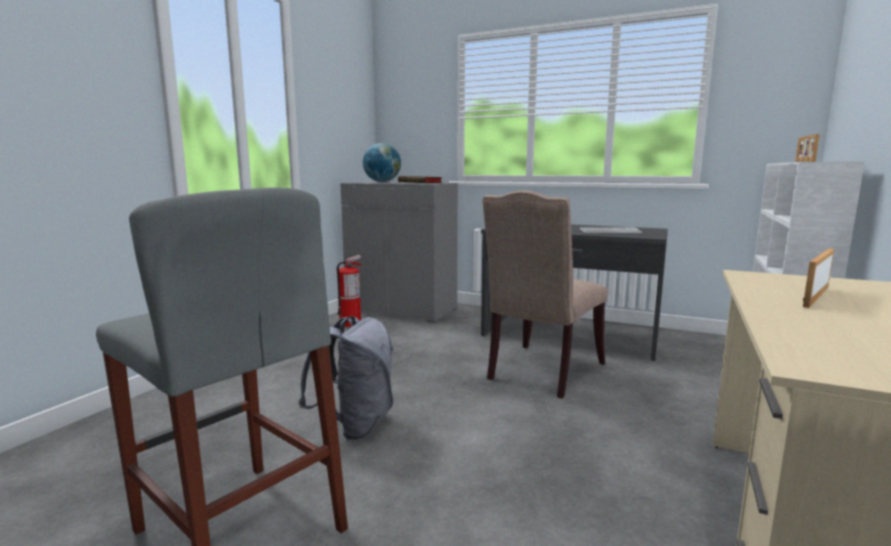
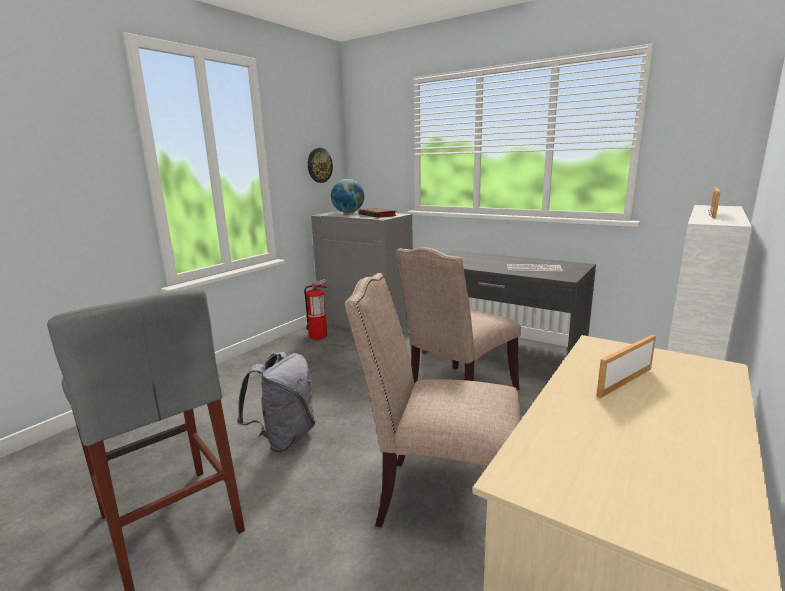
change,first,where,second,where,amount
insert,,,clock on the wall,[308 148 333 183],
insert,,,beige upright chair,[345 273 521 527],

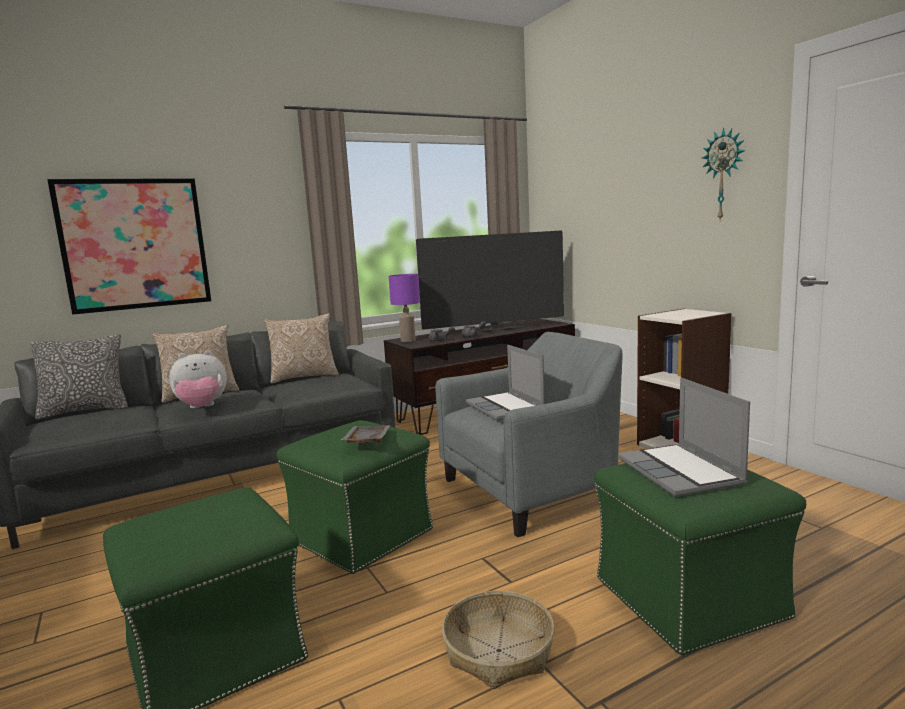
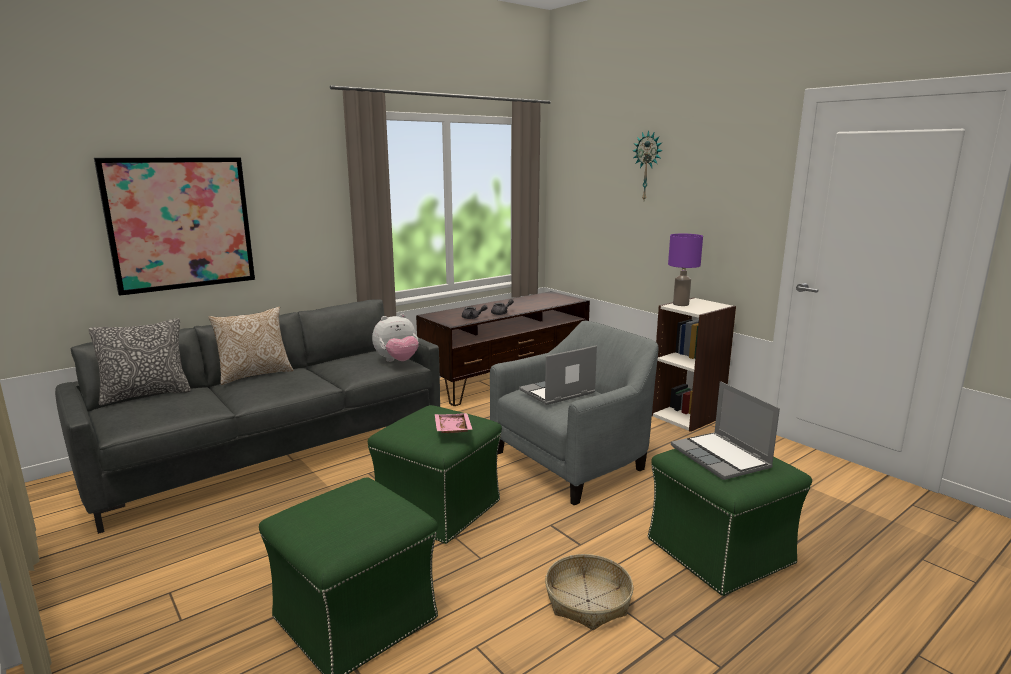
change,first,where,second,where,amount
delete,pillow,[264 313 339 383],,,
delete,TV,[416 230 564 332],,,
move,cuddly toy,[169 350 227 408],,[372 314 419 362],
move,purple-coloured table lamp,[389 274 420 342],,[668 234 703 306],
move,clock on the wall,[702 128 745 221],,[633 130 663 200],
recolor,gray tray,[341 425 390 443],pink-coloured tray,[435 413 473 433],
rotate,notebook computer,[466 345 545 421],,[519 346 597 405],90 degrees clockwise

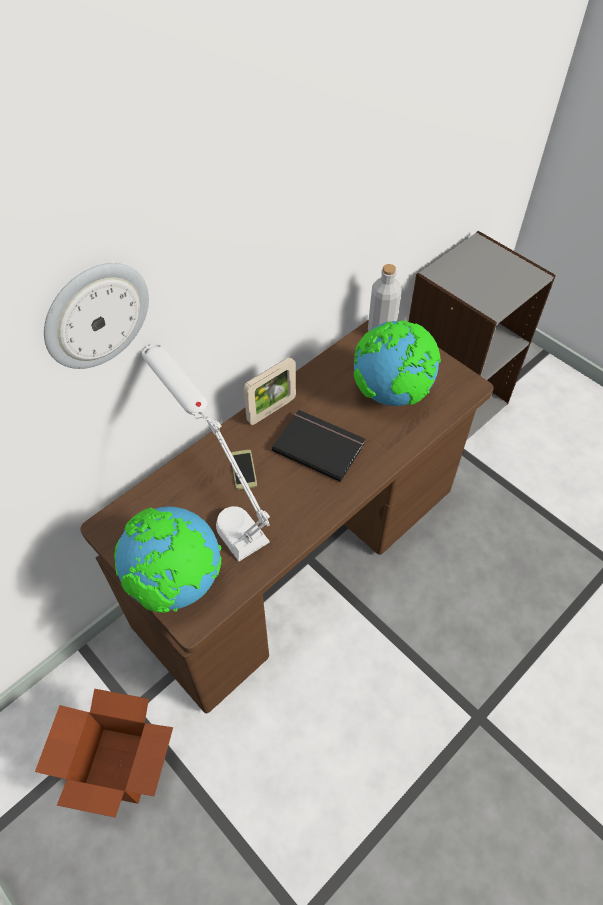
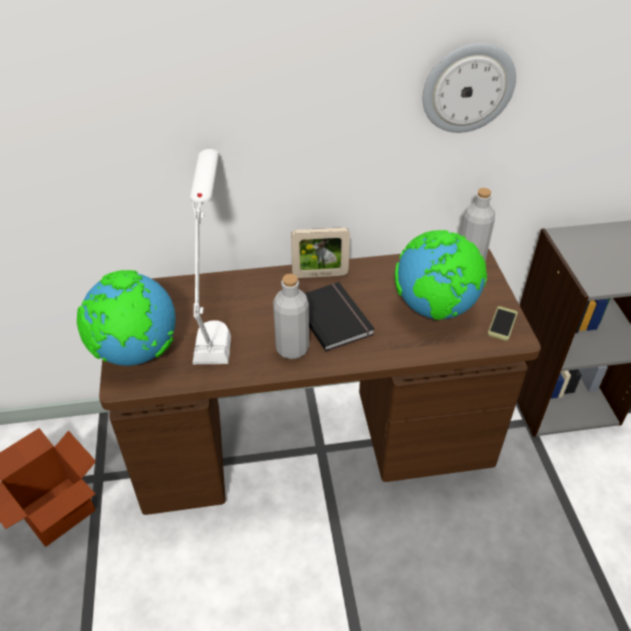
change,first,where,second,where,amount
insert,,,gray bottle,[273 274 309 359],
move,clock on the wall,[44 263 149 369],,[423 43 516 133],
move,handset,[231 450 257 490],,[488 306 518 341],

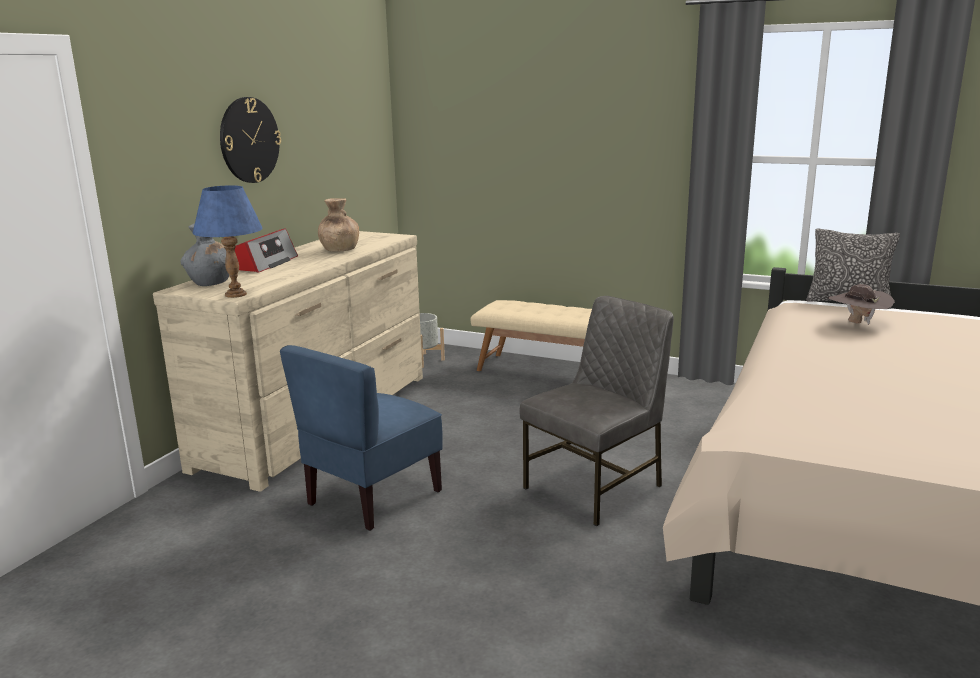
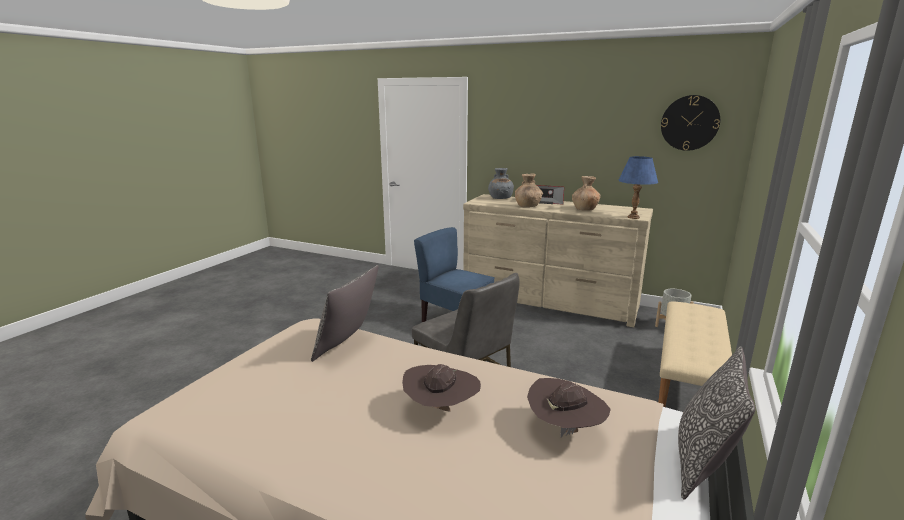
change,first,where,second,where,amount
insert,,,pillow,[311 265 378 362],
insert,,,brown-coloured hat,[402 364 481 411],
insert,,,brown-coloured decorative vase,[515 174 543 208],
move,blue-coloured table lamp,[193 185 263 298],,[618 156 658 219],
move,clock on the wall,[220 97 281 183],,[661 95 720 151],

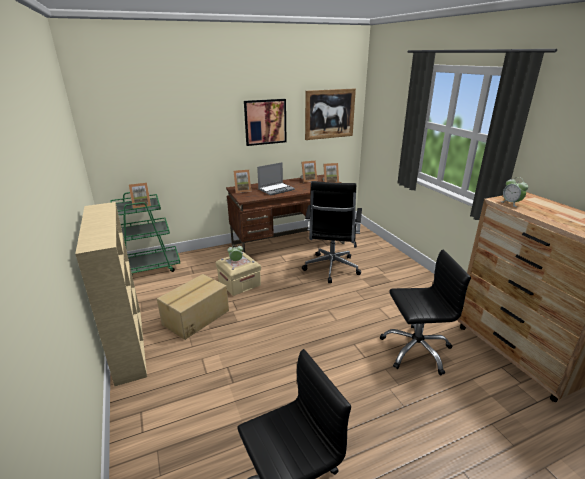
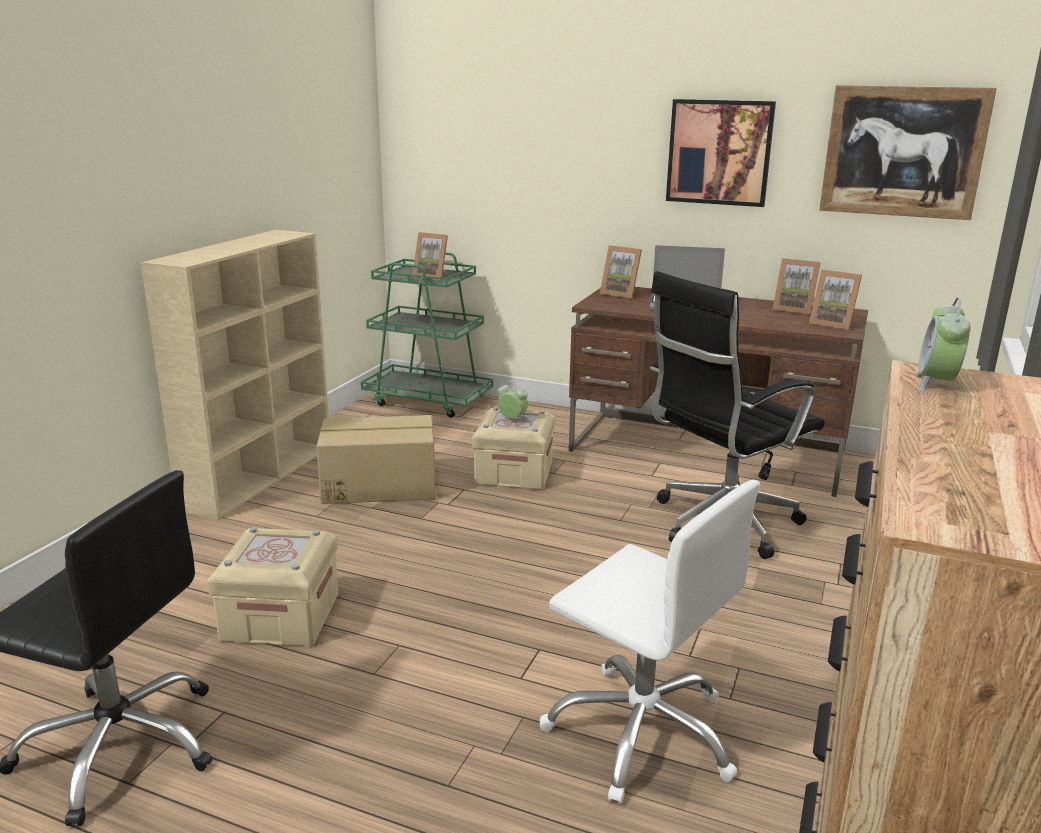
change,first,where,second,where,amount
insert,,,beige storage bin,[207 527 338 646],
recolor,blackish desk chair,[380 250 471 375],white desk chair,[540 480 760 804],

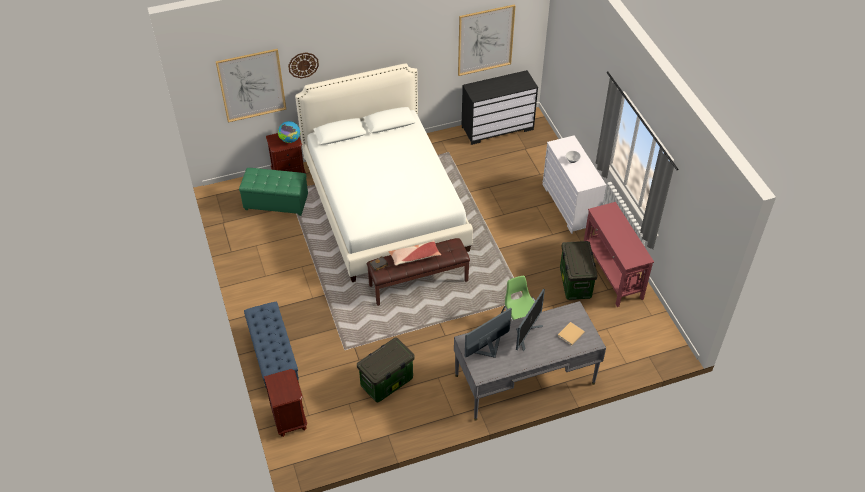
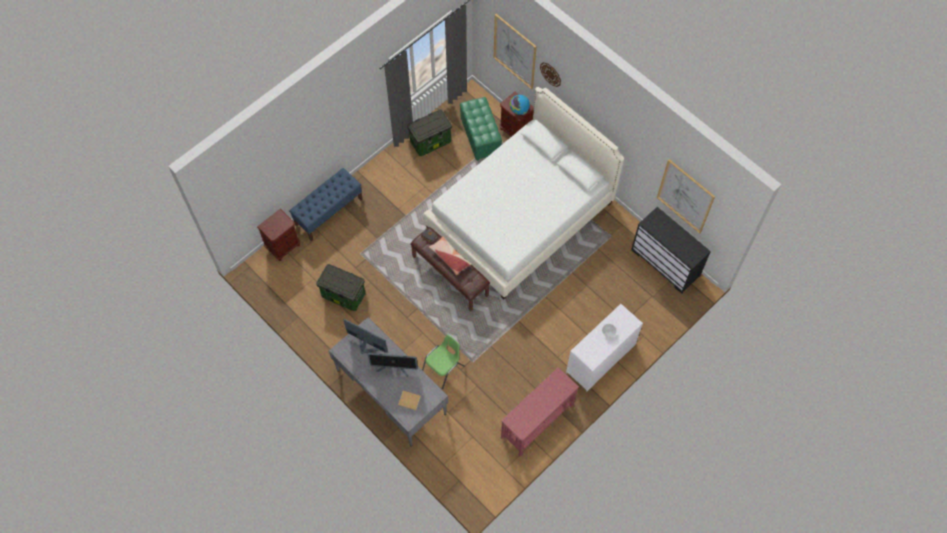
change,first,where,second,where,amount
move,storage bin,[560 241 598 300],,[407 109 452 156],

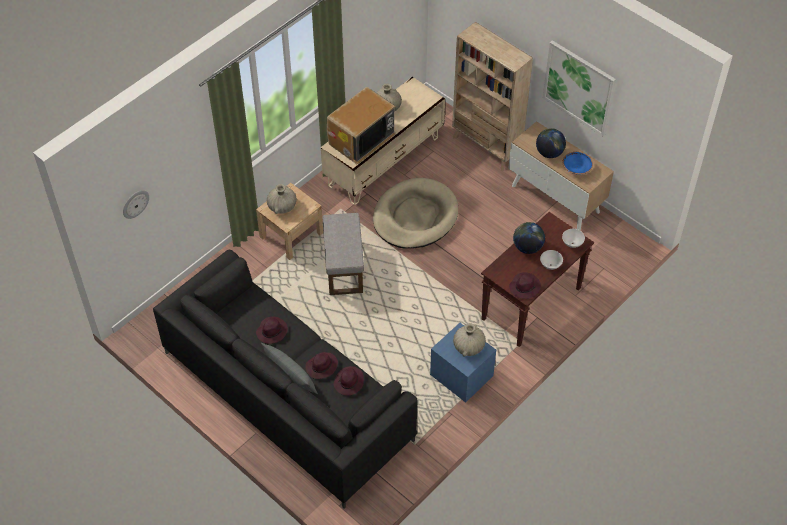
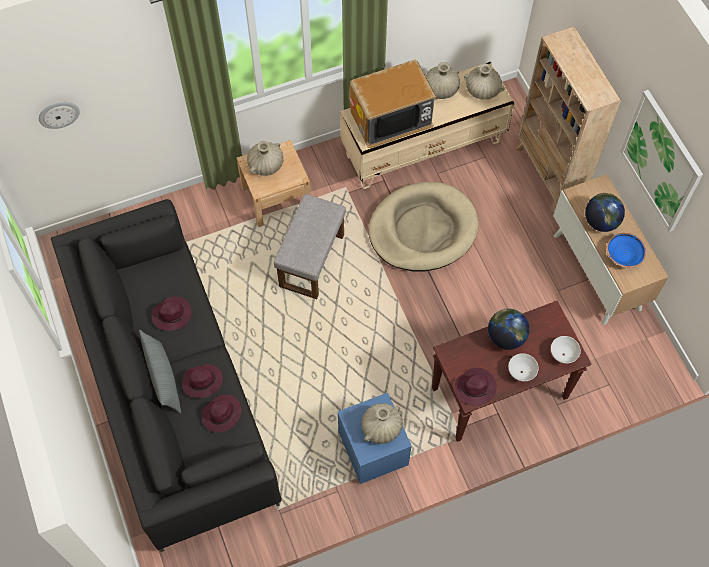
change,first,where,second,where,amount
insert,,,beige decorative vase,[464 64 505 100],

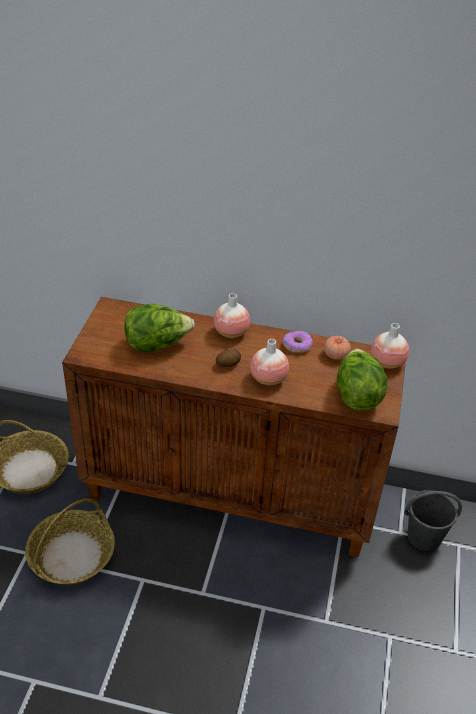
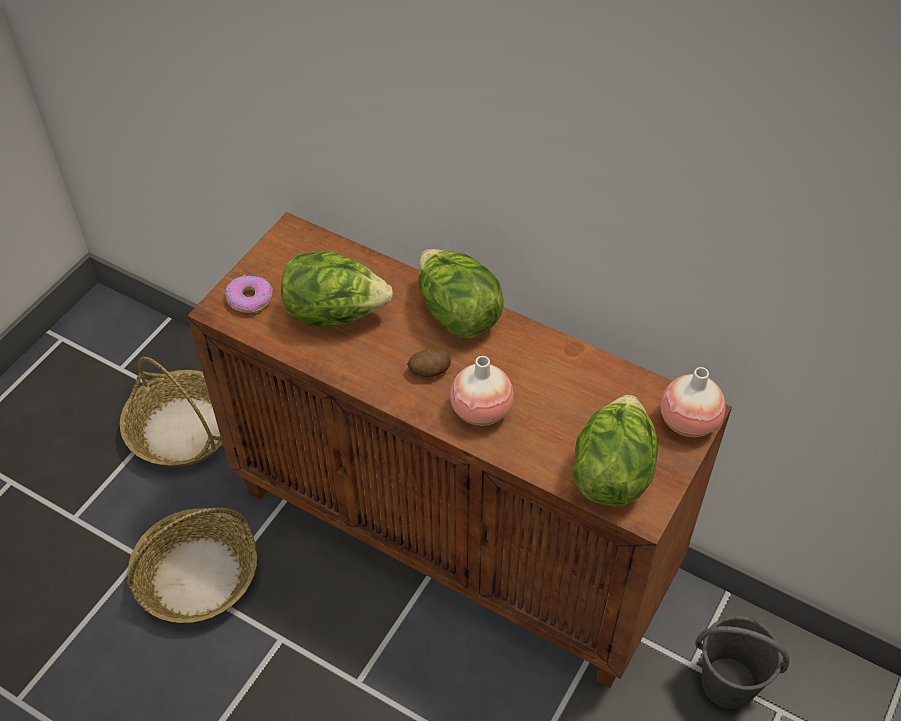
change,first,where,second,where,amount
delete,whole tomato,[324 336 351 360],,,
move,donut,[283 331 313 353],,[225 275 273 313],
replace,decorative vase,[214 293 250 338],lettuce,[418 249 503 338],

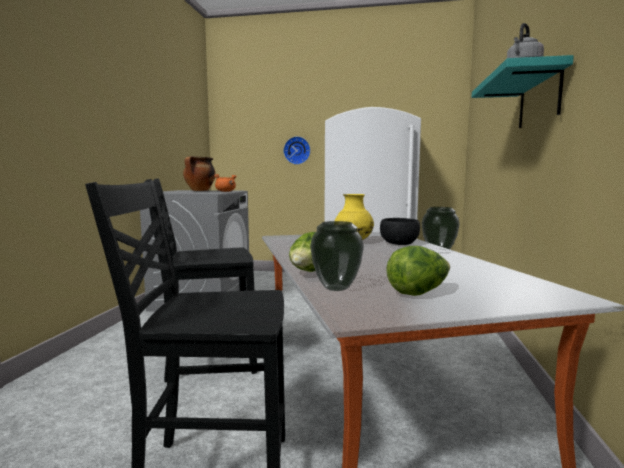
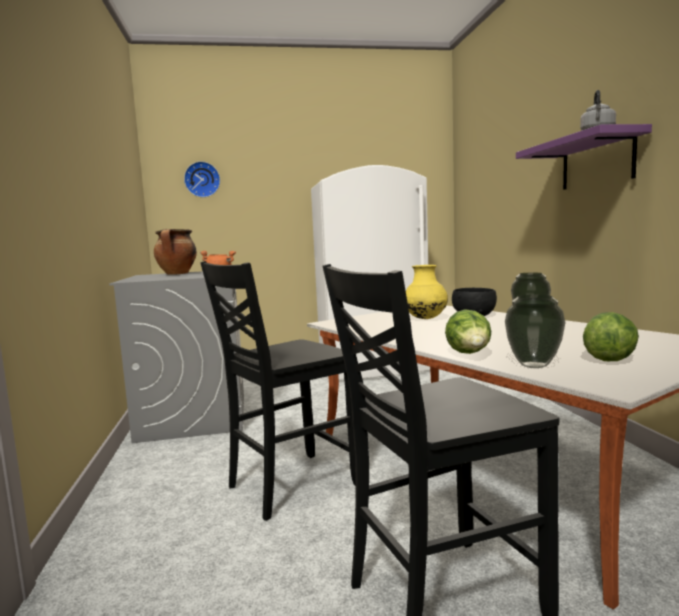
change,first,where,second,where,amount
move,clock on the wall,[283 136 311 165],,[184 161 220 197],
recolor,turquoise-coloured shelf,[471 55 574 128],purple-coloured shelf,[516 124 652 190],

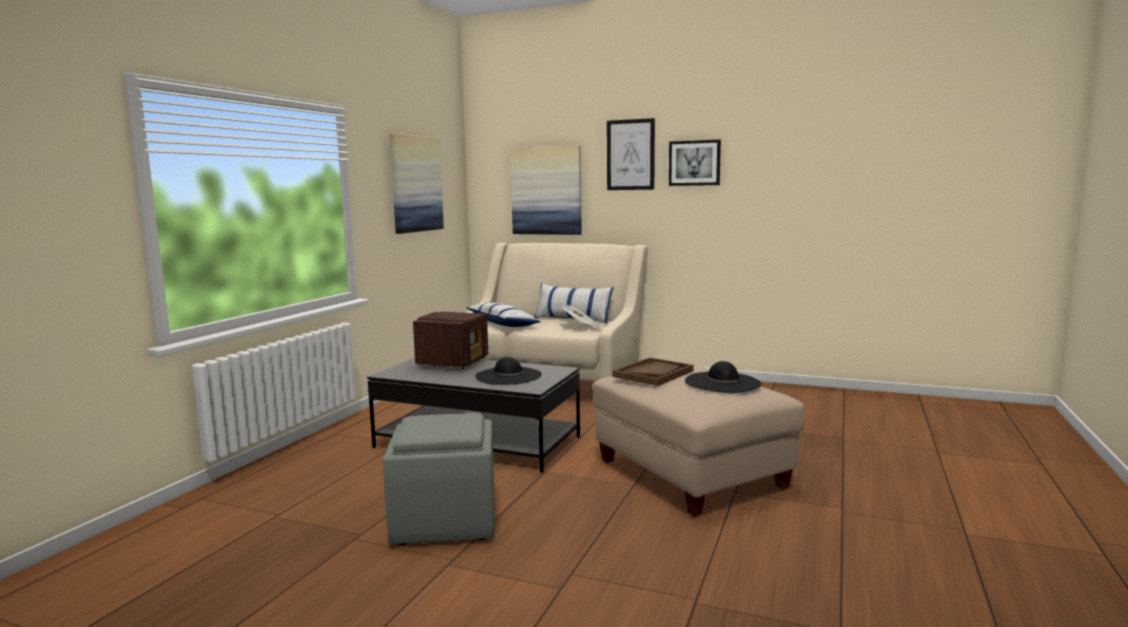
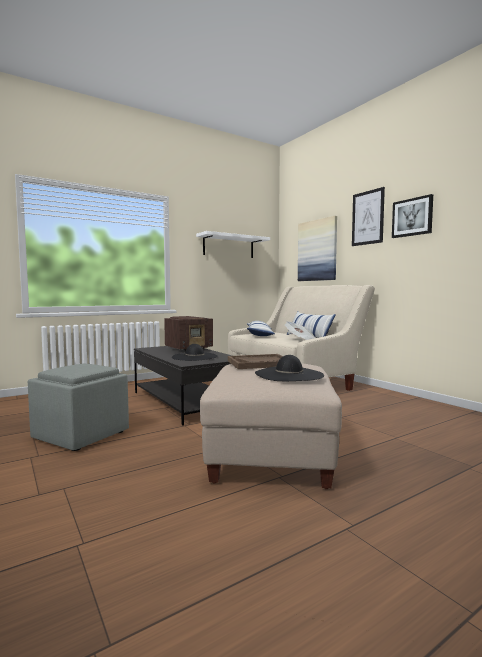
change,first,where,second,where,amount
replace,picture,[390 133 444 234],white shelf,[196 231 270 258],

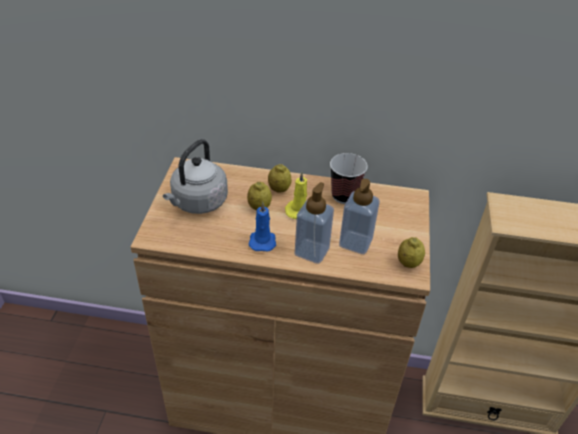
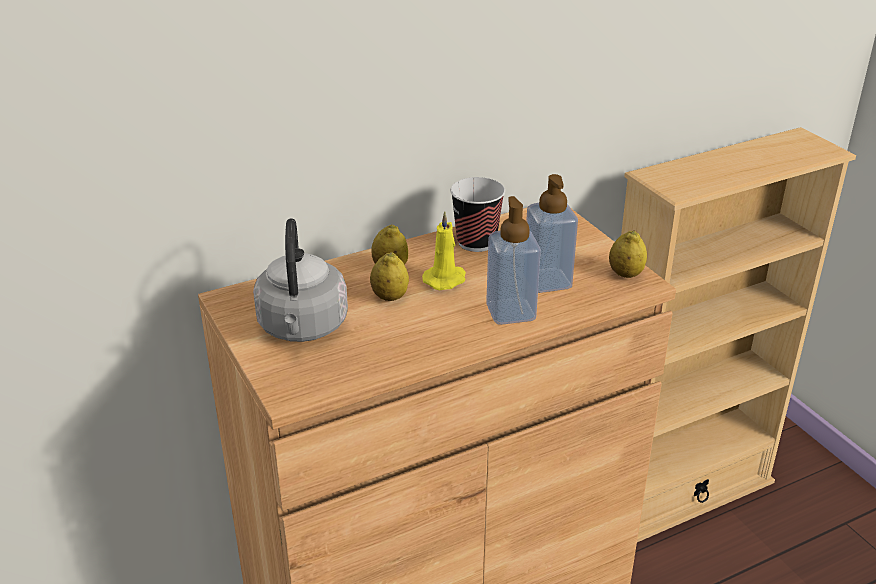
change,first,where,second,where,amount
delete,blue-coloured wax candle,[249 202 276 251],,,

